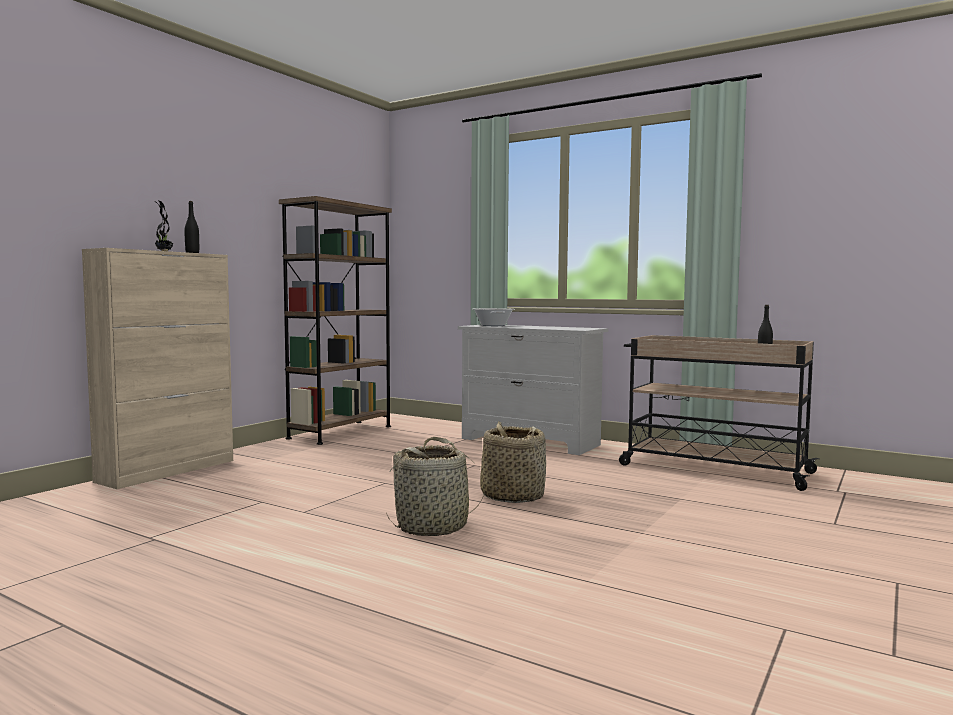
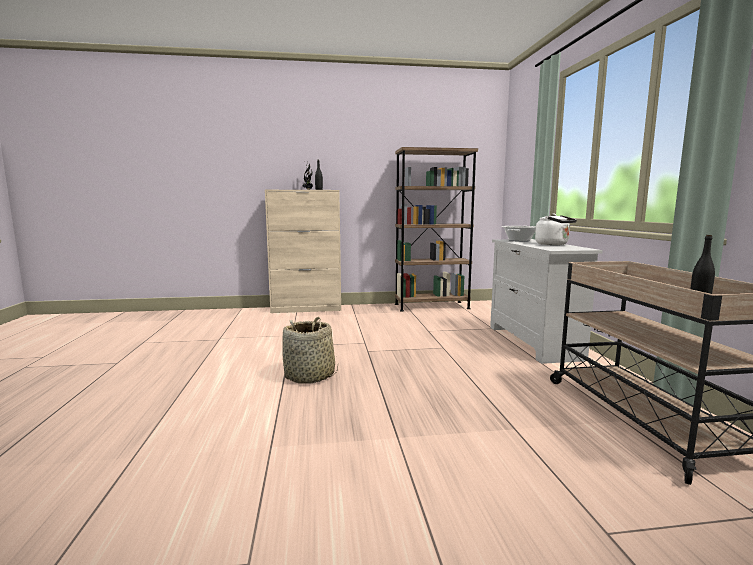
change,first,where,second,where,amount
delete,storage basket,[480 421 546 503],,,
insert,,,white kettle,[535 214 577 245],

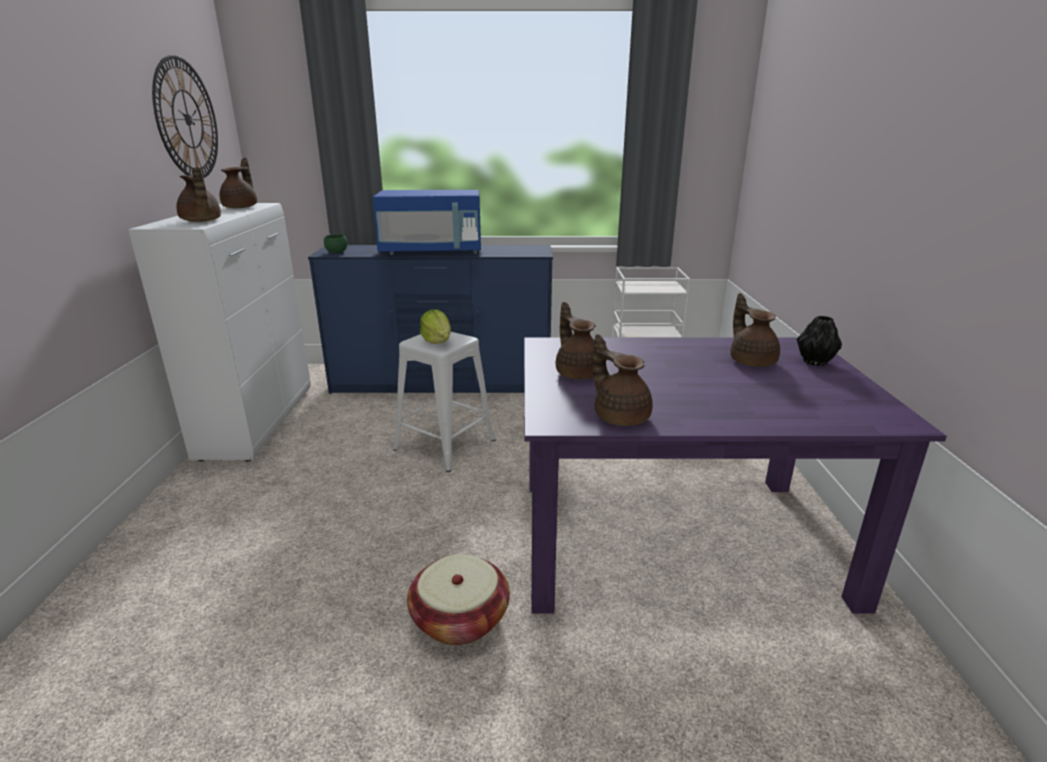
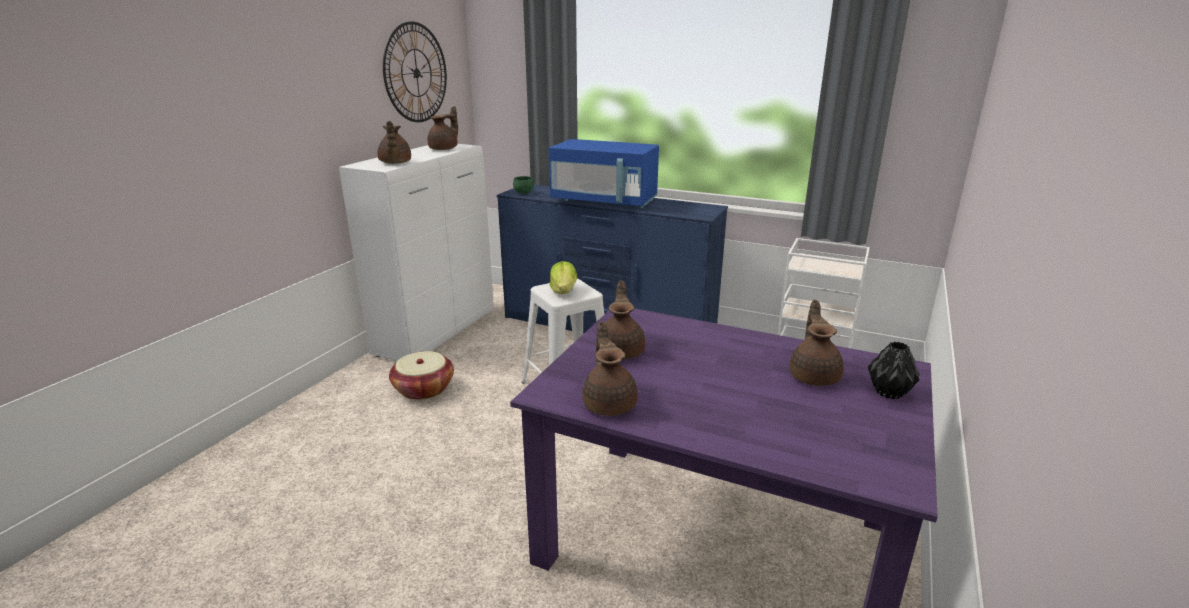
change,first,where,second,where,amount
move,storage basket,[407 554 510 645],,[389 351 454 400],

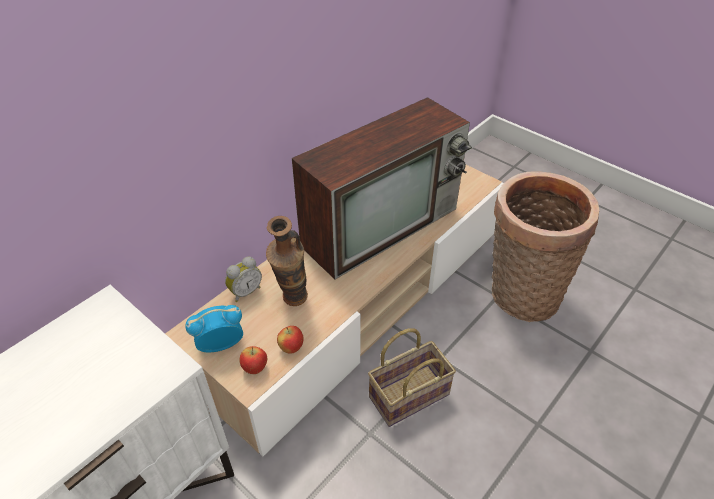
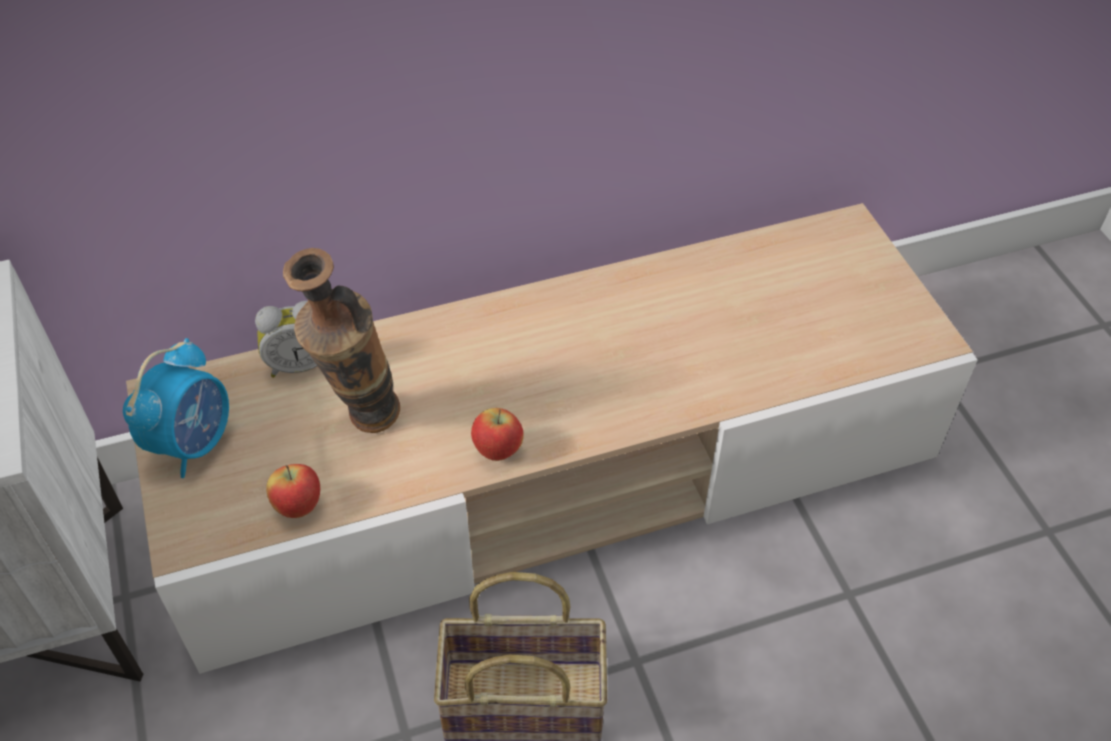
change,first,where,second,where,amount
delete,TV,[292 97 472 280],,,
delete,storage basket,[492 171 599 322],,,
move,whole apple,[240 346 267 374],,[471 408 524 461],
rotate,table clock,[185 305 243 353],,[123 338 229 478],105 degrees clockwise

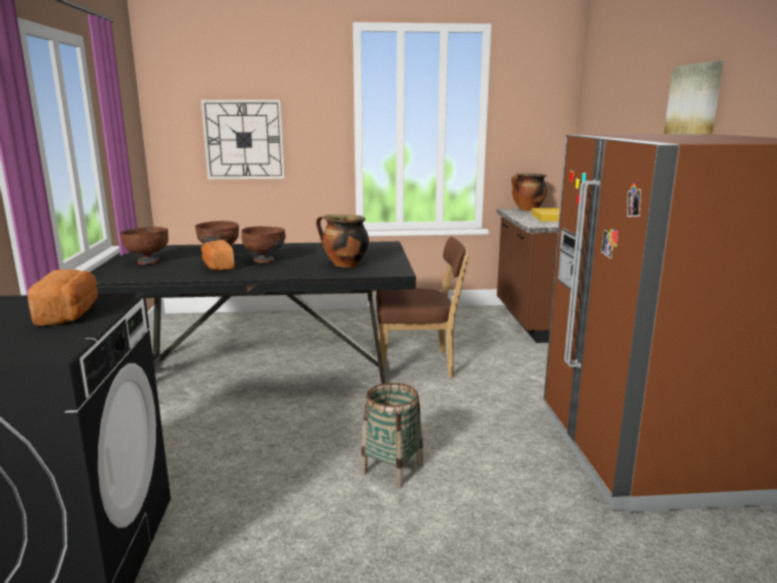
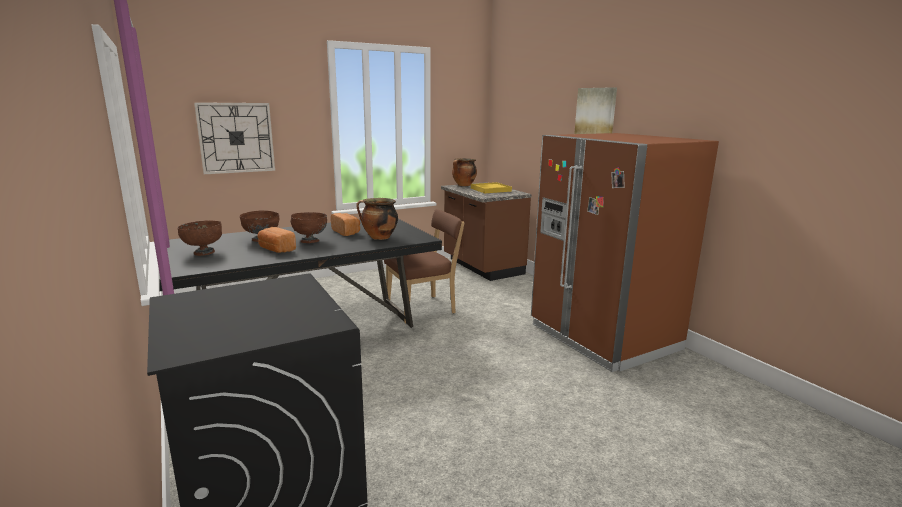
change,first,where,second,where,amount
delete,storage basket,[360 383 423 488],,,
move,baked bread,[28 269 98 326],,[331 213 360 236],

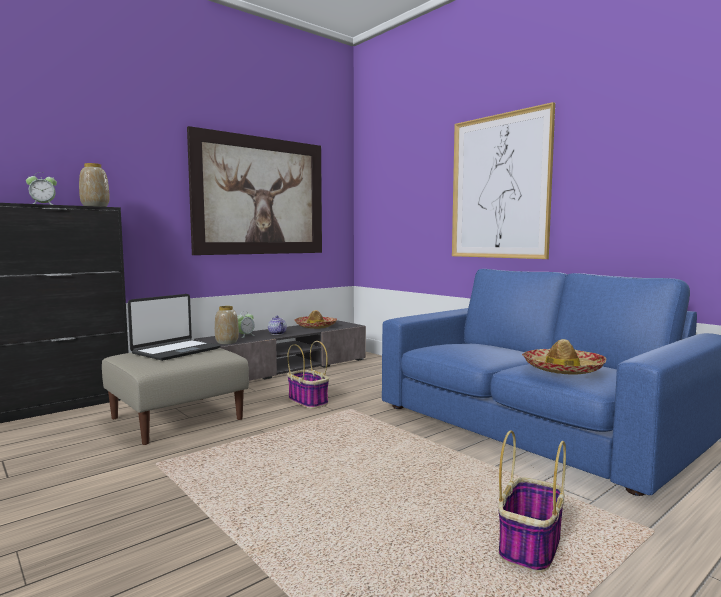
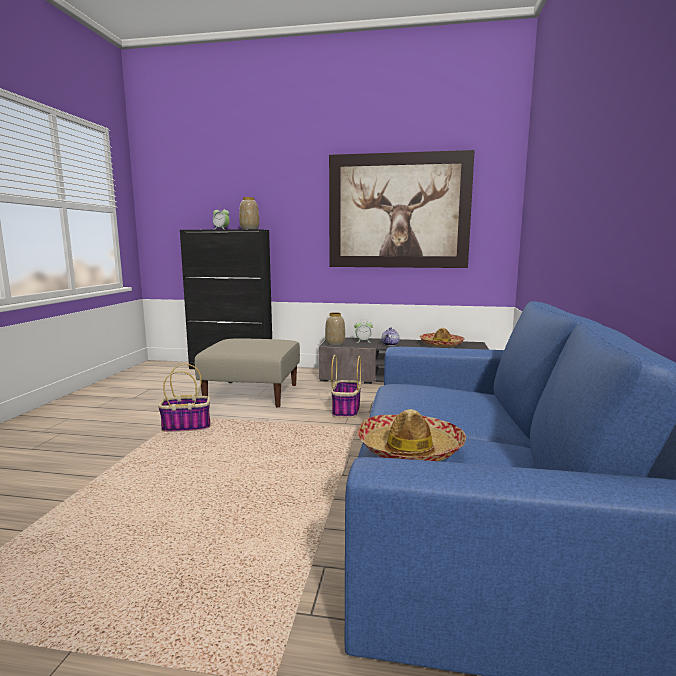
change,first,where,second,where,amount
delete,notebook computer,[128 294 221 361],,,
delete,picture,[452 102 555 259],,,
move,storage basket,[498 430 566 572],,[158 364 211 432],

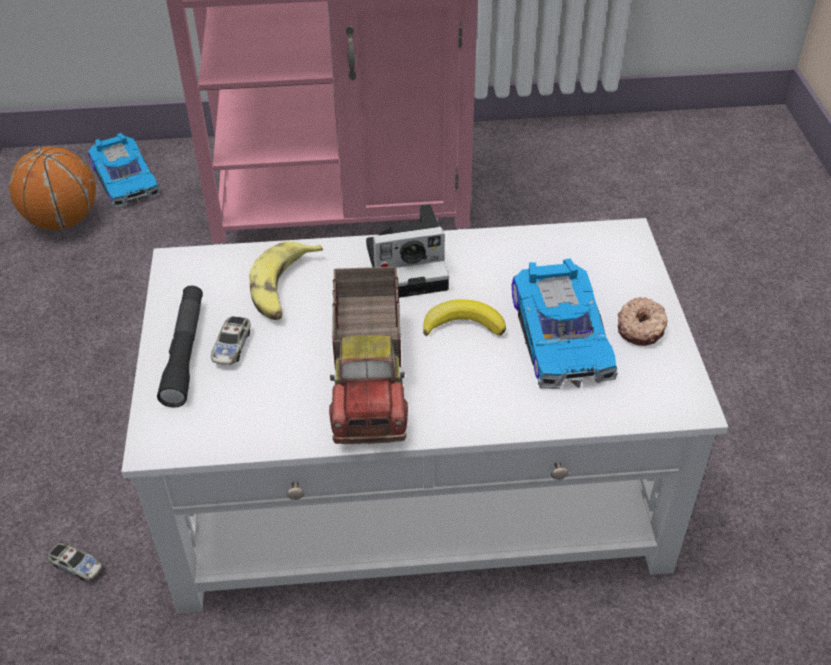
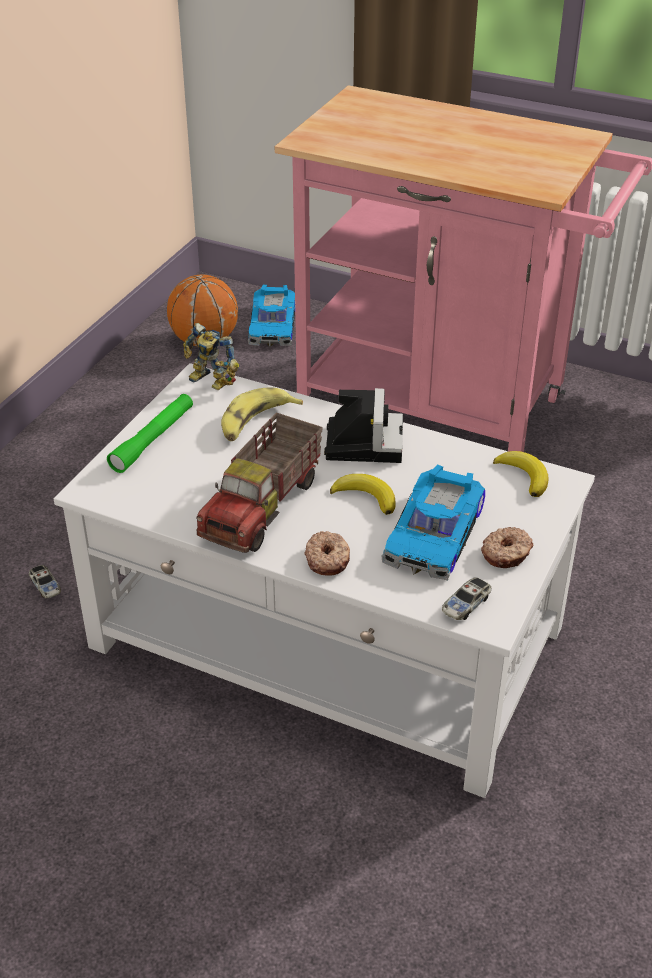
change,first,where,second,where,amount
insert,,,robot figure,[183 323 239 390],
insert,,,donut,[304 531 350 576],
insert,,,whole banana,[493 451 549 497],
move,model car,[211 316 251 365],,[442 577 491 620],
recolor,blackish torch,[157 285 203 408],greenish torch,[107 394 193 473],
rotate,still camera,[366 204 449 298],,[324 388 403 463],105 degrees counterclockwise

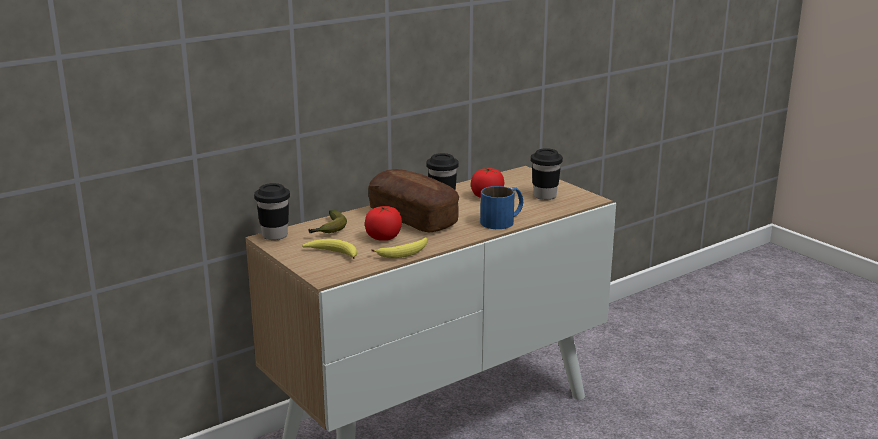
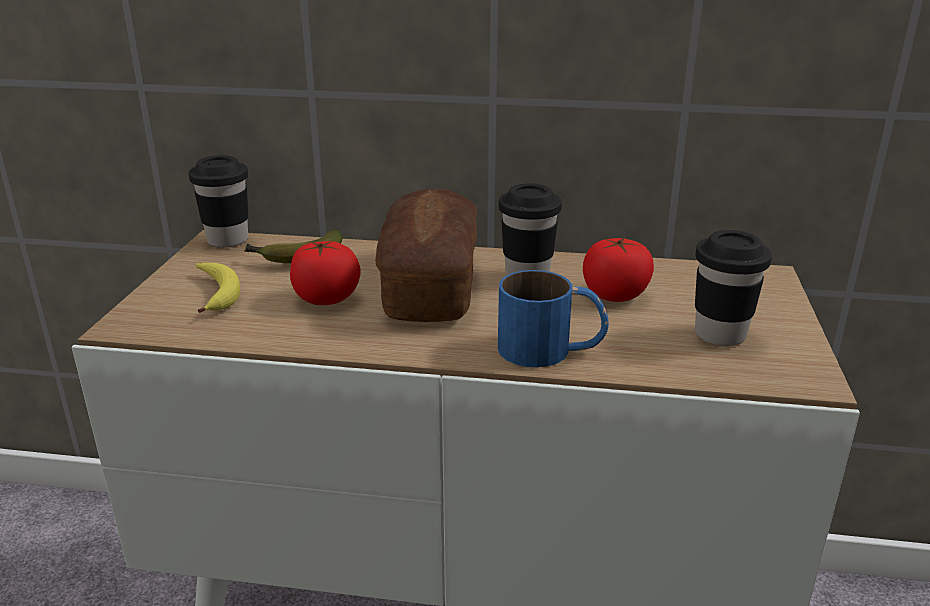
change,first,where,second,where,amount
delete,whole banana,[371 237 428 258],,,

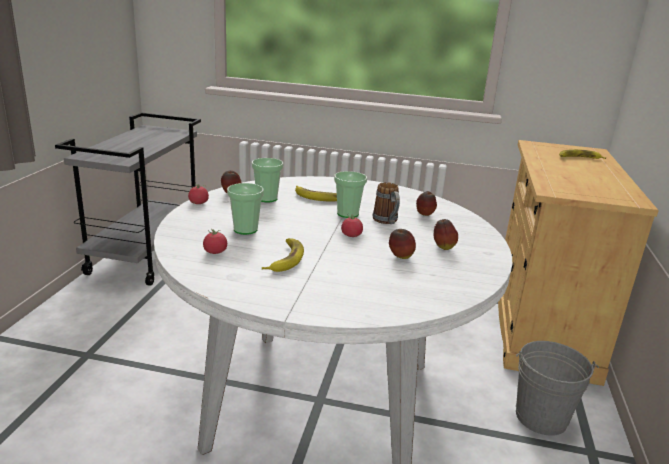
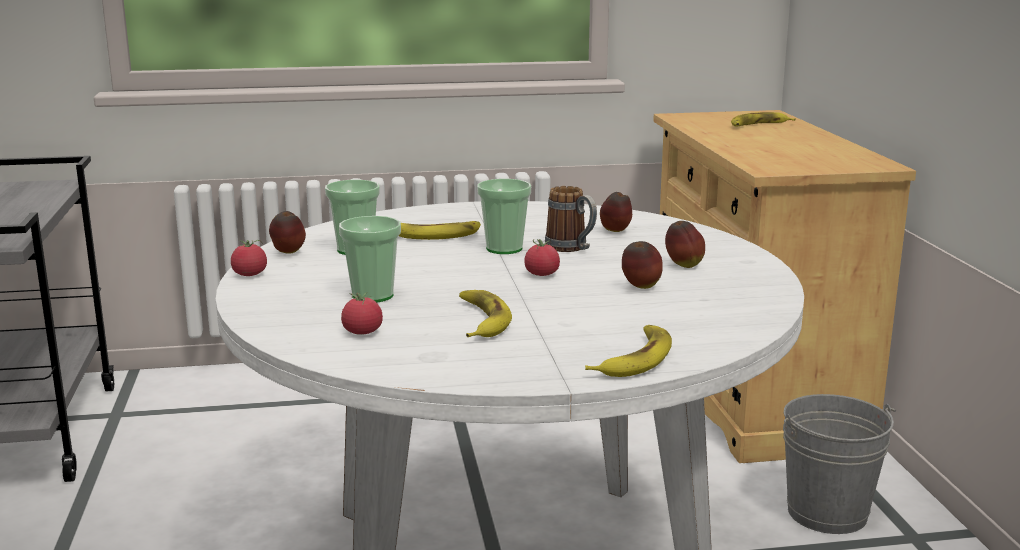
change,first,where,second,where,amount
insert,,,whole banana,[585 325 672 377],

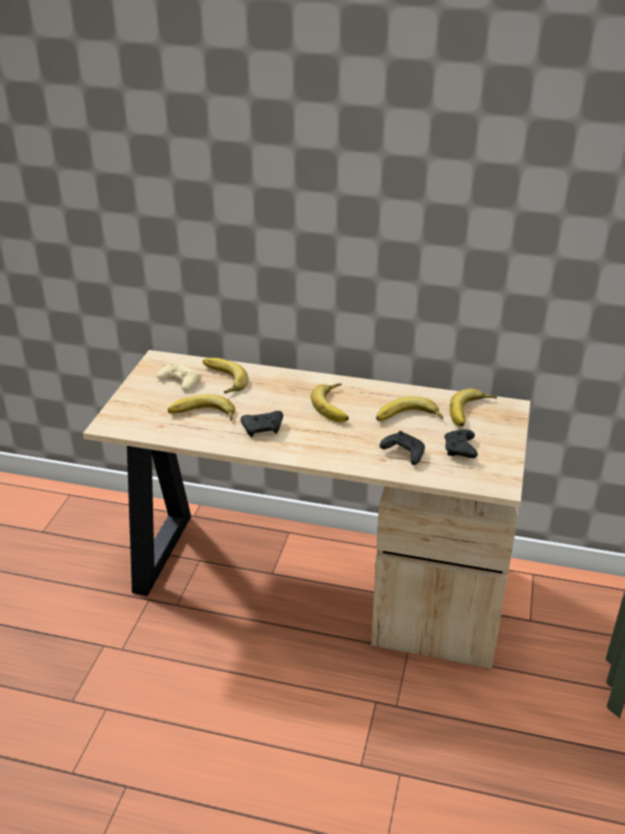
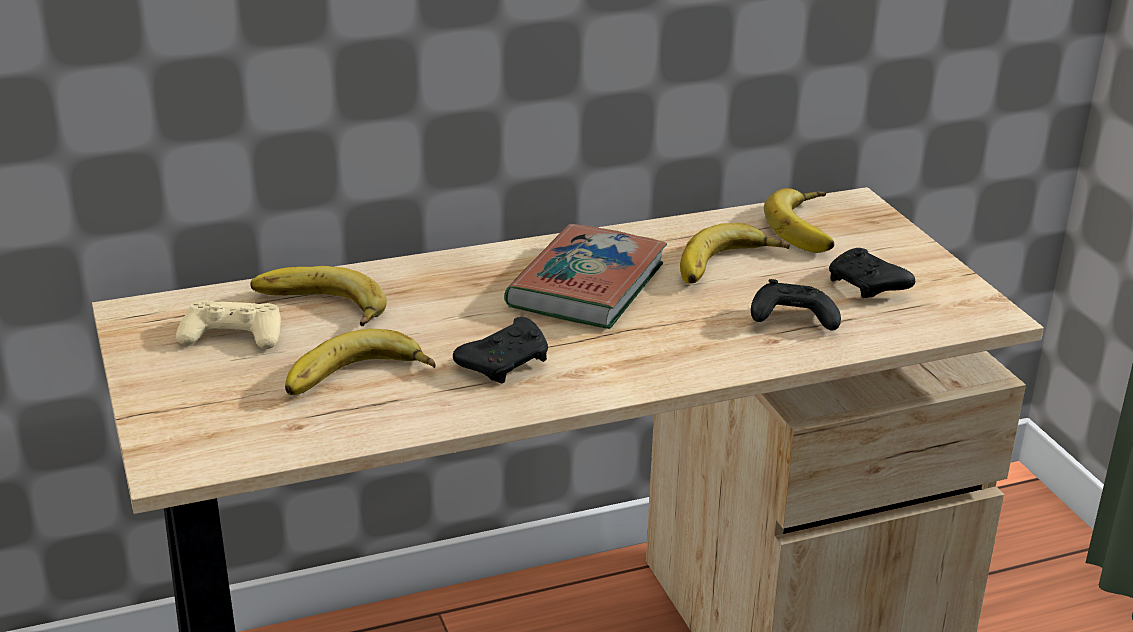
change,first,where,second,where,amount
replace,whole banana,[311 383 349 422],volume,[504 224 667 329],

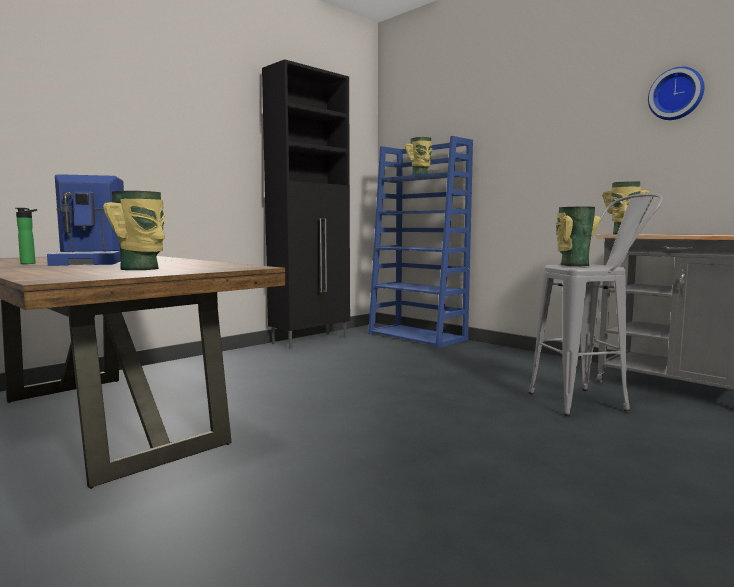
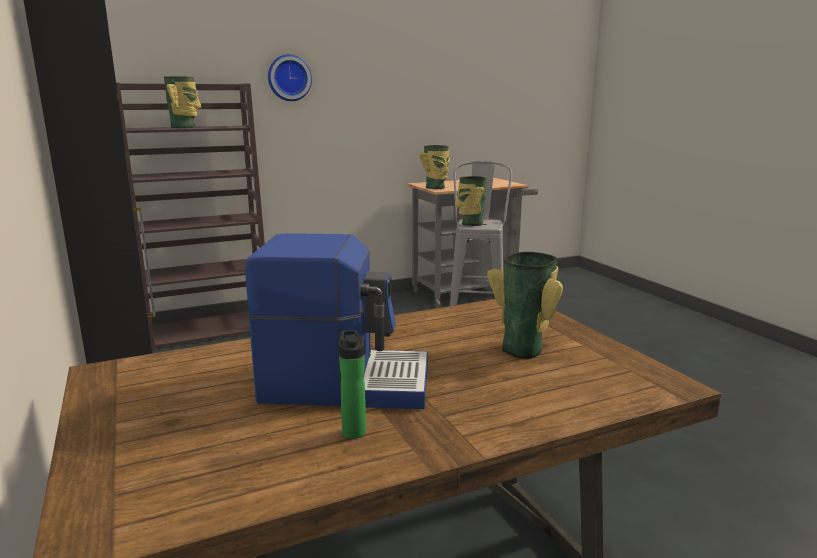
change,first,where,second,where,amount
move,clock on the wall,[648 67 704 120],,[268 54 312 101],
recolor,blue-coloured bookcase,[368 136 473 348],brown-coloured bookcase,[116 83 265 351],

